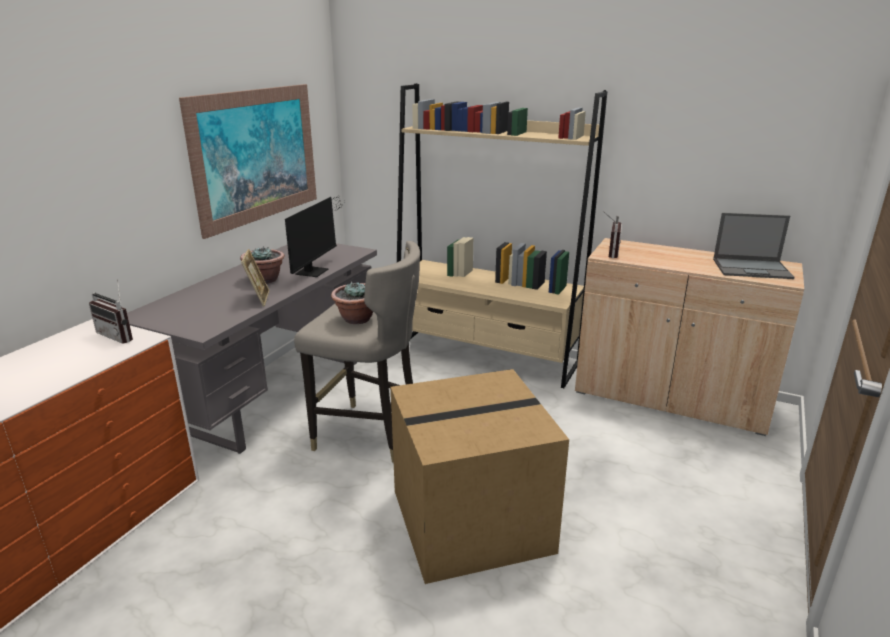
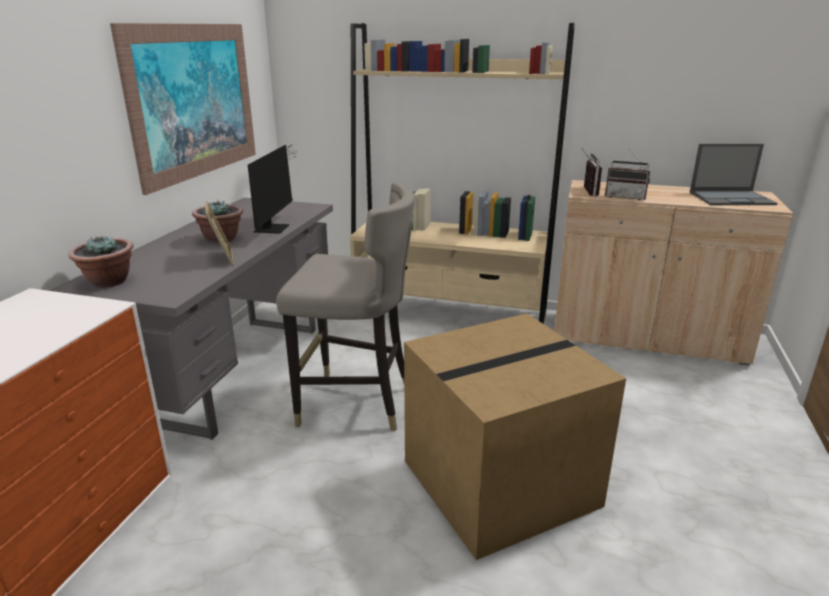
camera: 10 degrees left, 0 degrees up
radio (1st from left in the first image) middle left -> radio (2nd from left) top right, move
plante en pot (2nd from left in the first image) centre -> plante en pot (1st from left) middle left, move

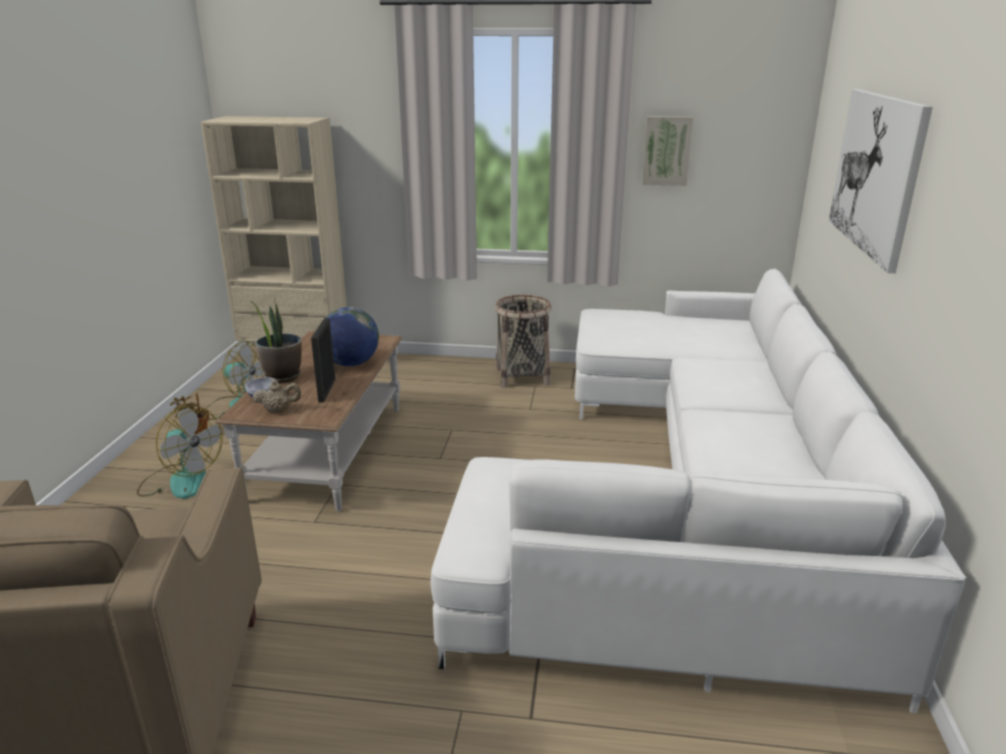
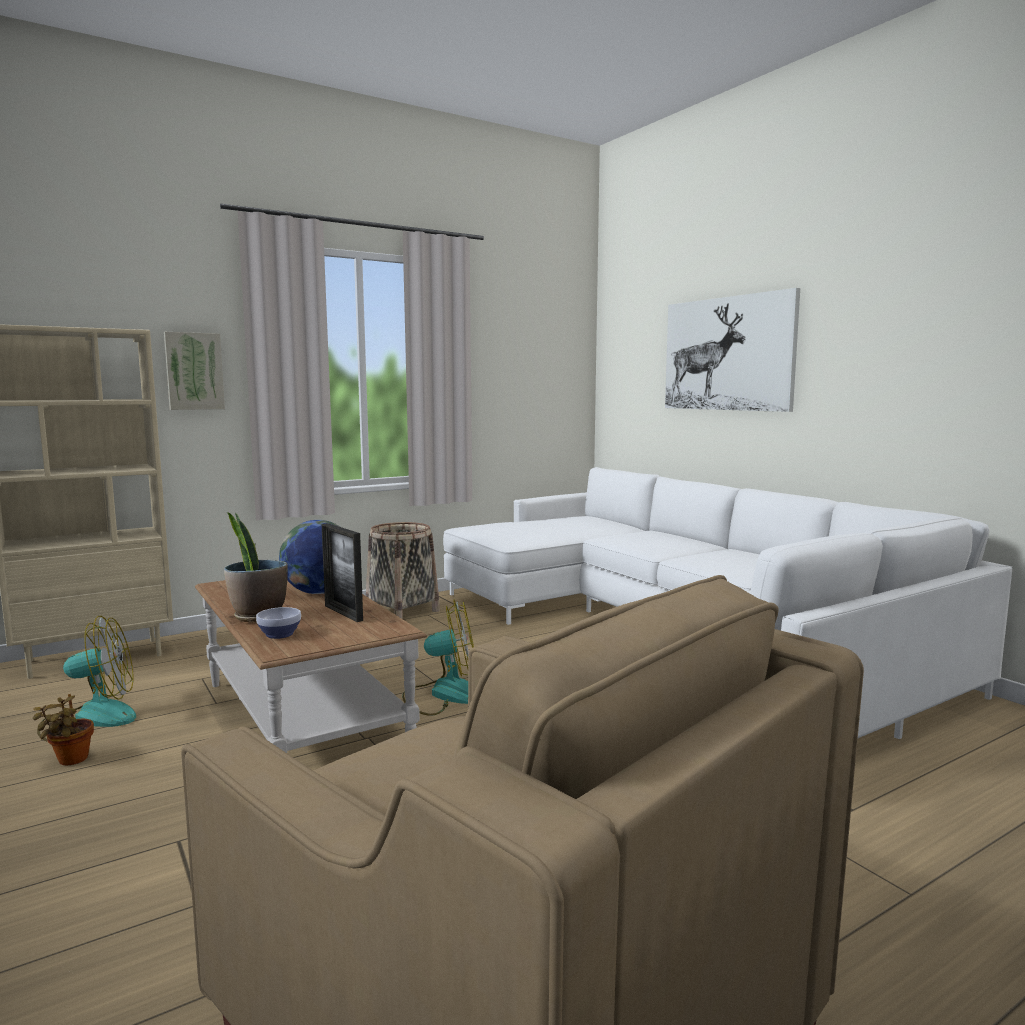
camera: 40 degrees left, 15 degrees down
ventilateur (1st from left in the first image) middle left -> ventilateur (2nd from left) centre, move
théière [beige] middle left -> none
tableau (1st from left) top centre -> tableau (1st from left) middle left, move

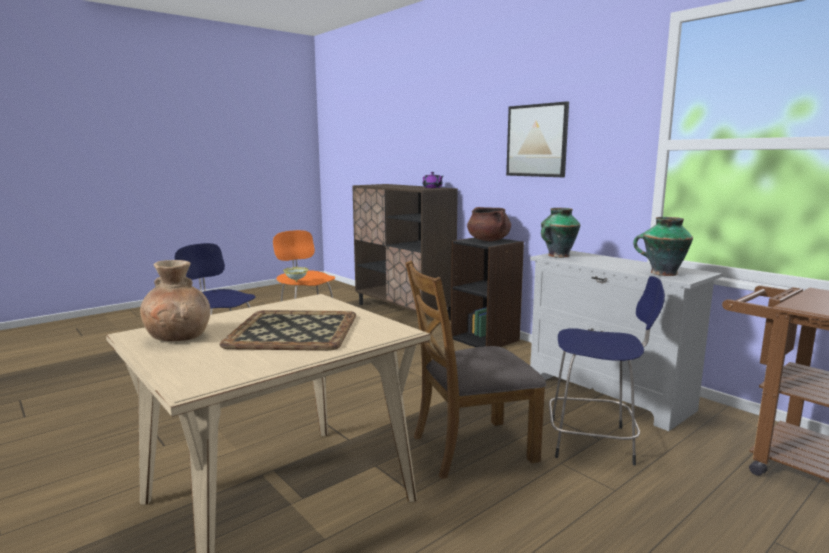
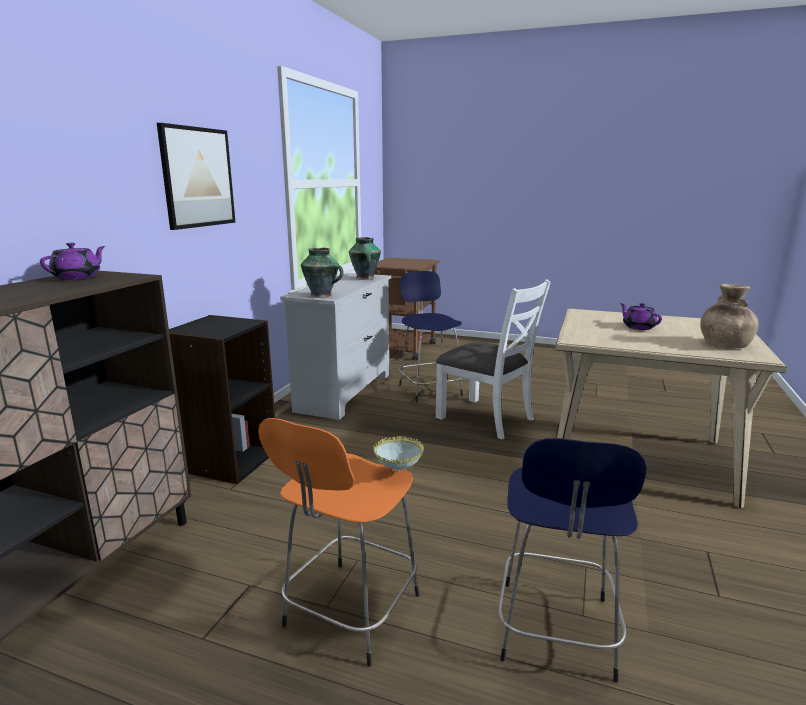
camera: 120 degrees left, 5 degrees up
plateau centre -> théière [violet] (2nd from left) middle right
chaise [marron] bottom centre -> chaise [blanc] centre
marmite [marron] centre -> none

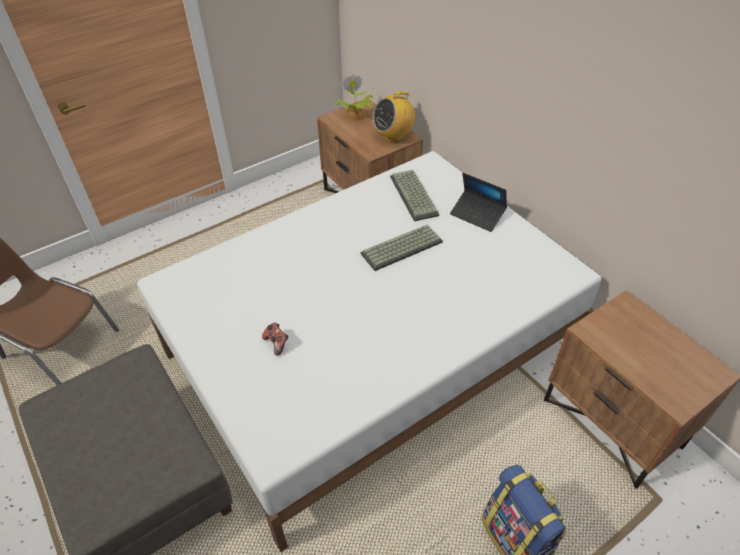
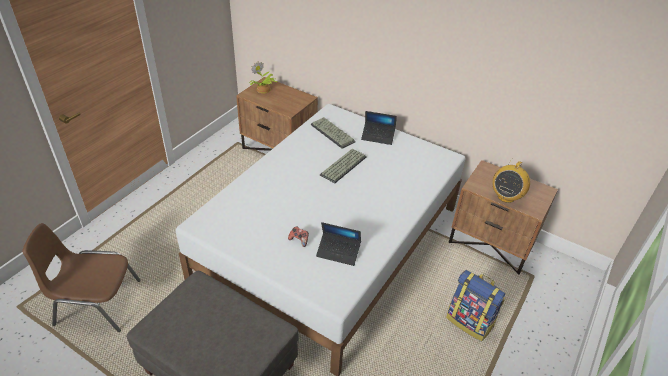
camera: 25 degrees left, 5 degrees down
radio top centre -> radio middle right, move
none -> ordinateur portable (1st from left) centre

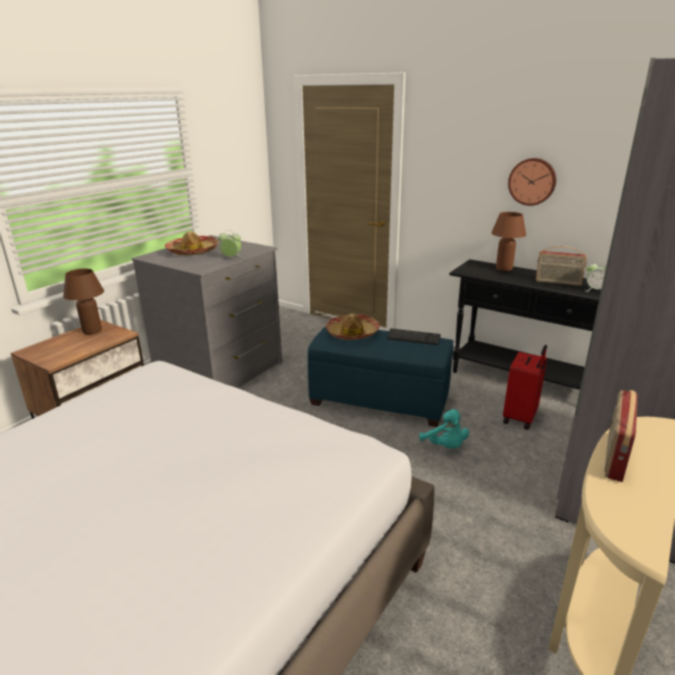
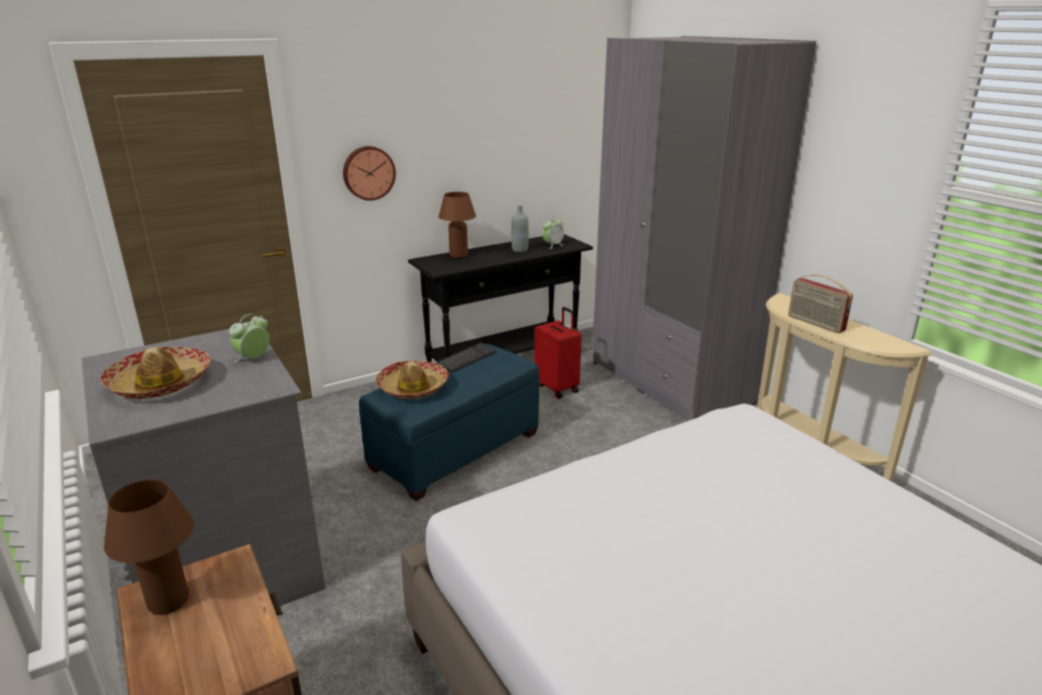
camera: 65 degrees left, 0 degrees up
peluche [turquoise] centre -> none
horloge murale top right -> horloge murale top centre, move
radio (1st from left) middle right -> bouteille [gris] top centre

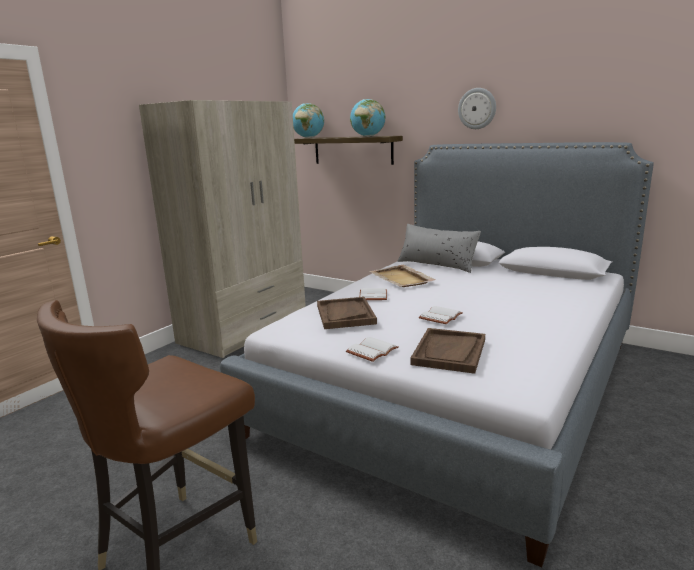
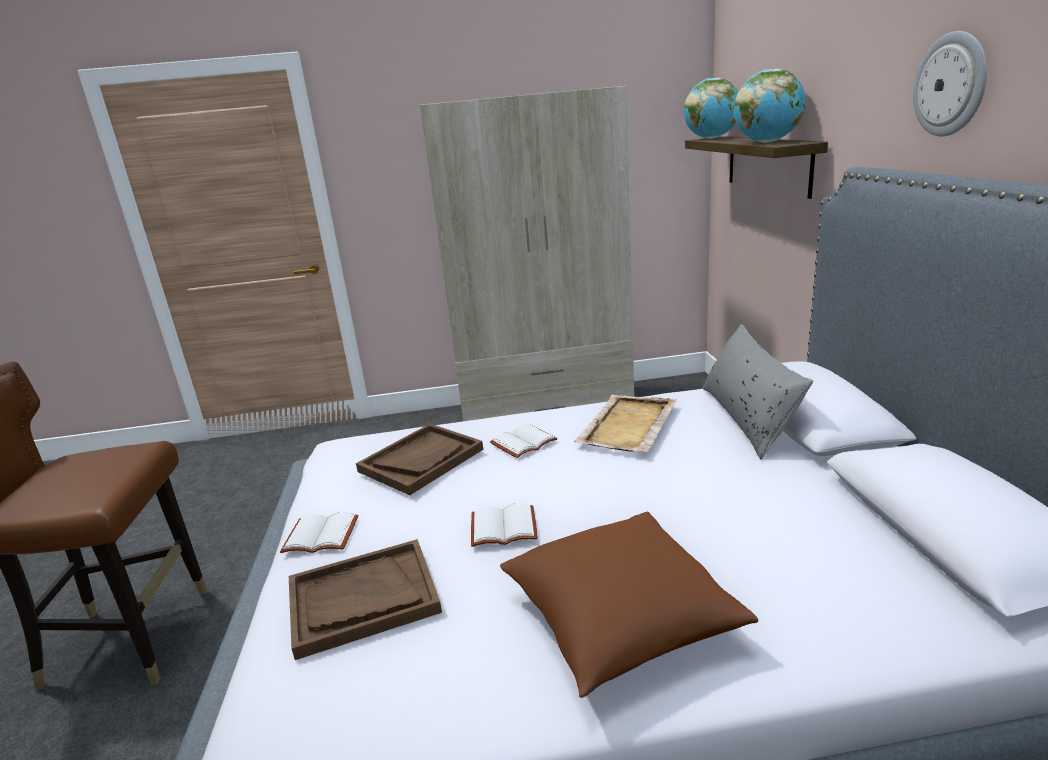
camera: 50 degrees right, 5 degrees up
none -> coussin [marron] bottom centre

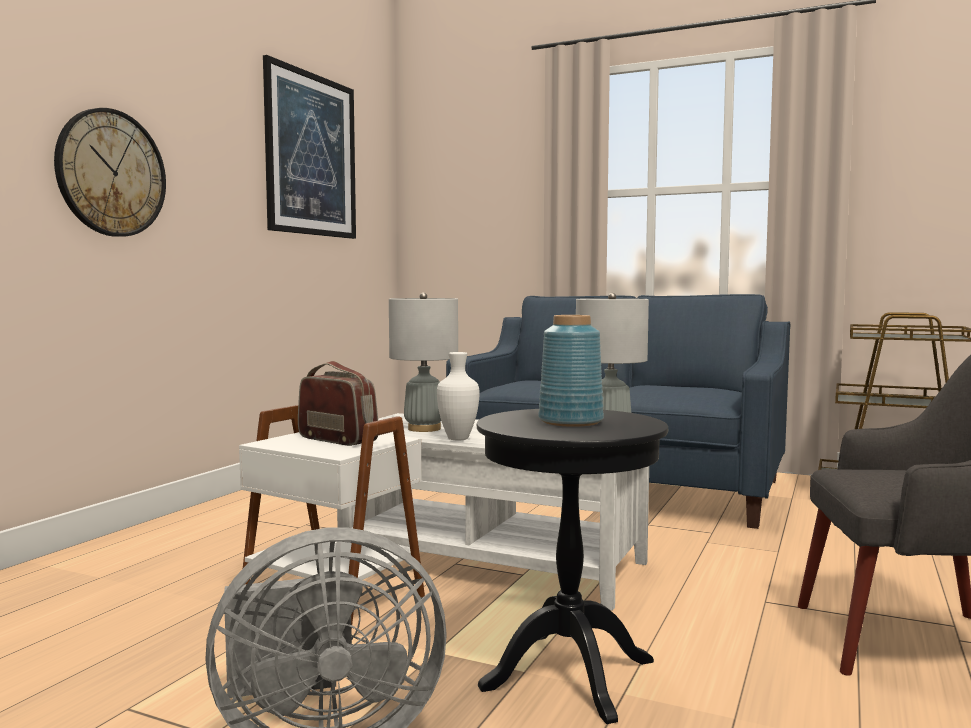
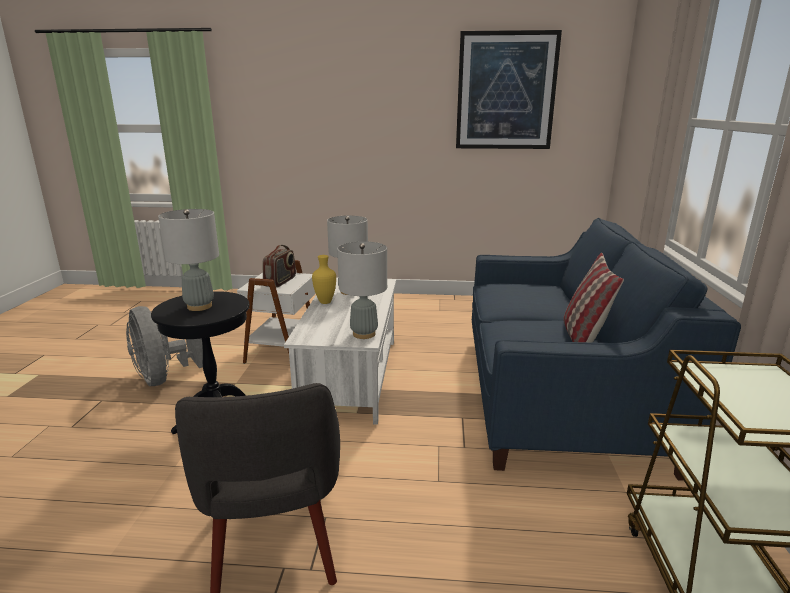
camera: 70 degrees right, 15 degrees up
horloge murale top left -> none
vase [blanc] centre -> vase [jaune] centre
vase [bleu] centre -> lampe de table [gris] (1st from left) middle left
none -> coussin middle right

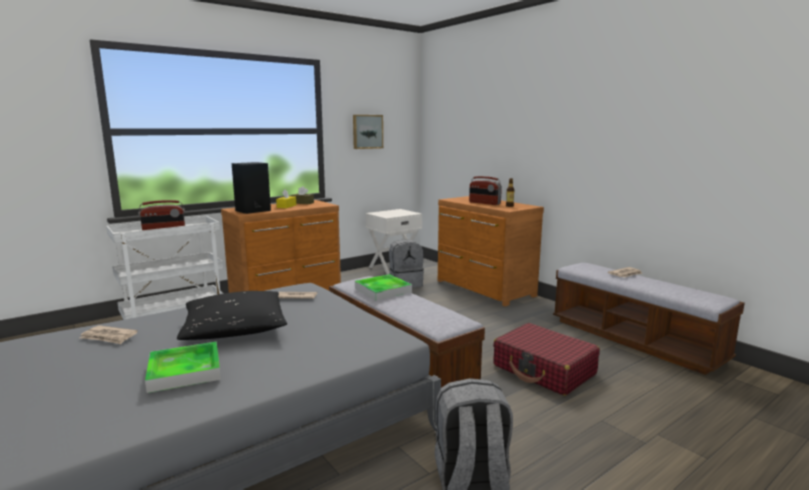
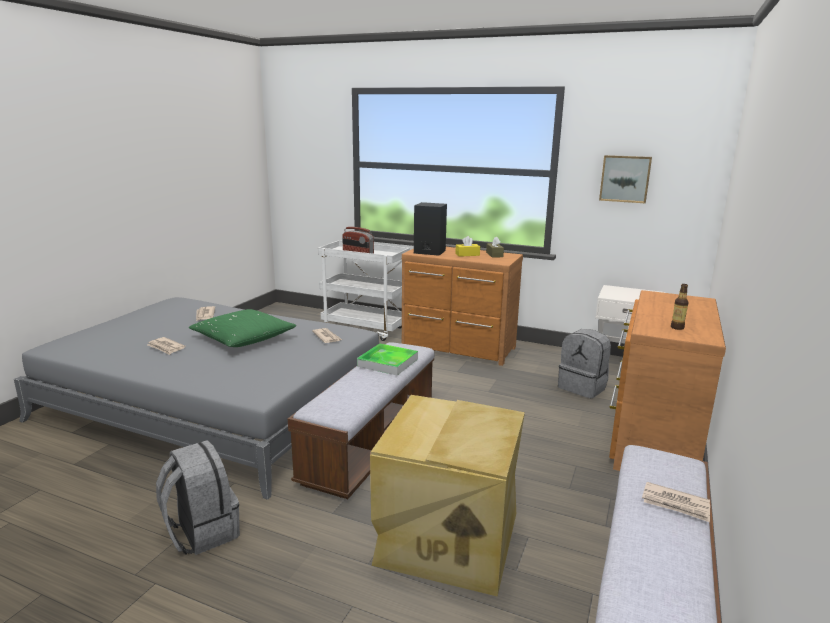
camera: 60 degrees right, 5 degrees up
plateau (1st from left) bottom left -> journal (1st from left) middle left
coussin [noir] middle left -> coussin [vert] middle left
radio (2nd from left) centre -> none
valise [rouge] bottom right -> boîte de rangement [beige] bottom centre

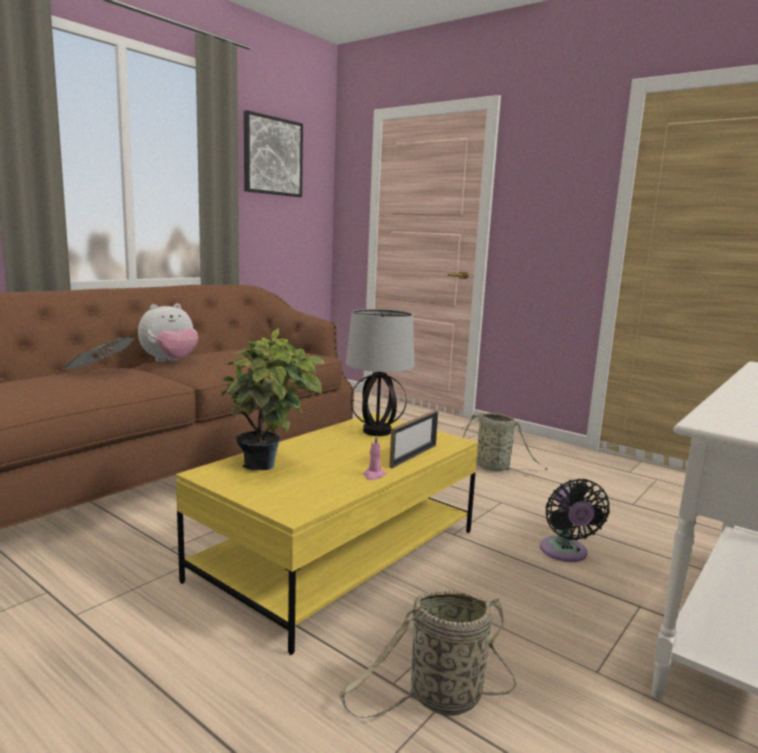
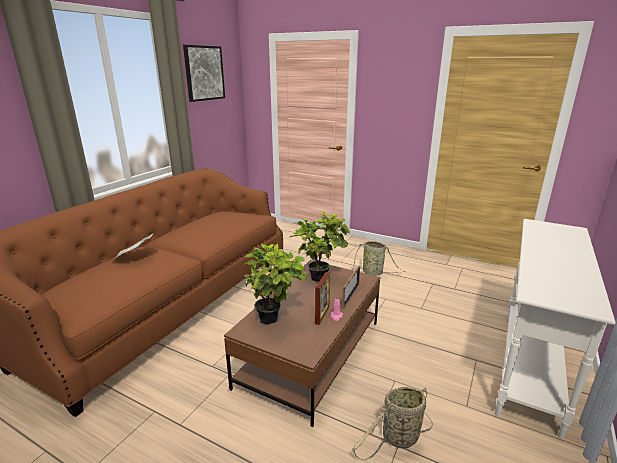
camera: 10 degrees left, 10 degrees up
peluche middle left -> none
table basse [jaune] bottom centre -> table basse [marron] bottom centre
lampe de table centre -> plante en pot (2nd from left) centre
ventilateur [noir] bottom right -> none
none -> cadre photo (1st from left) centre

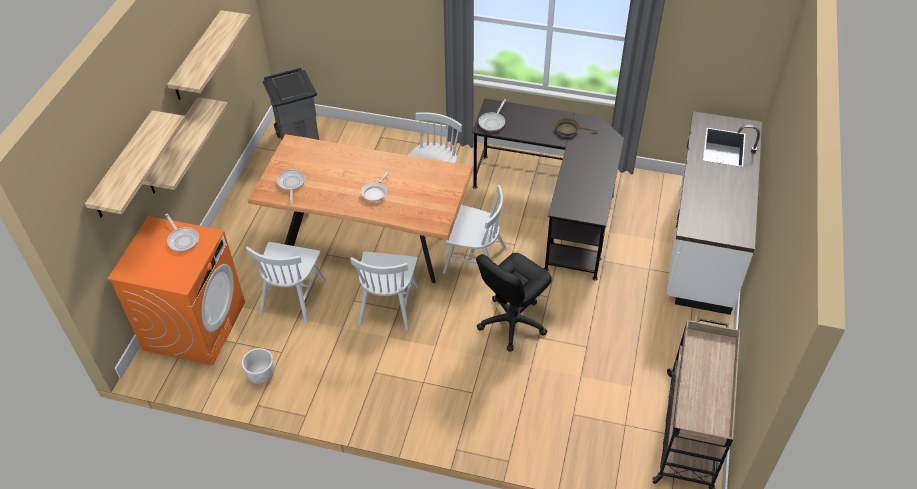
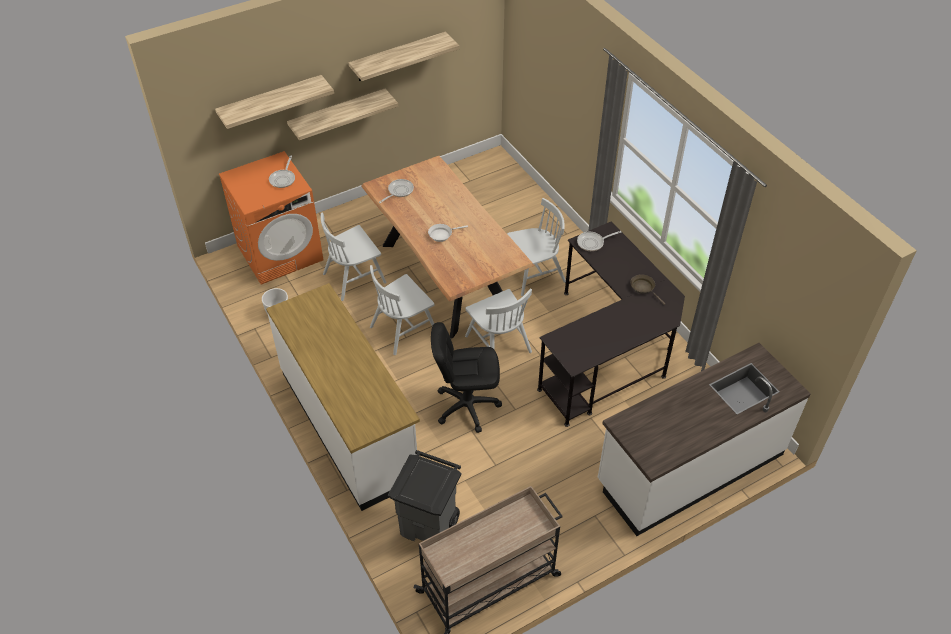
camera: 45 degrees right, 0 degrees up
poubelle [gris] top left -> poubelle [gris] bottom centre, move
none -> comptoir de cuisine [blanc] (1st from left) centre

